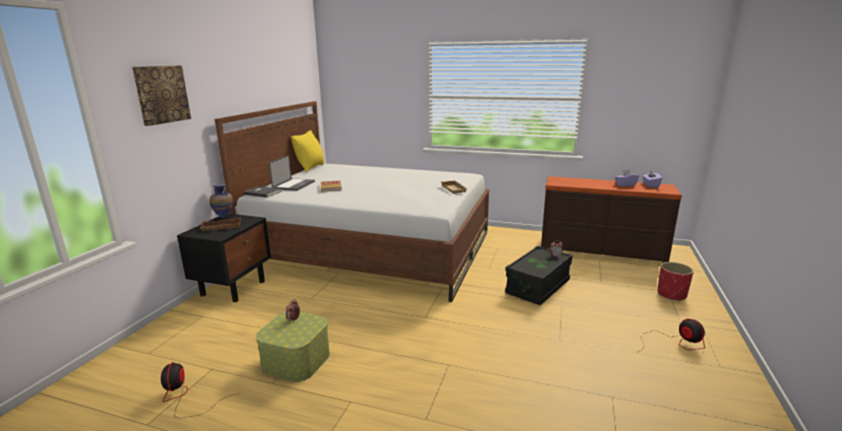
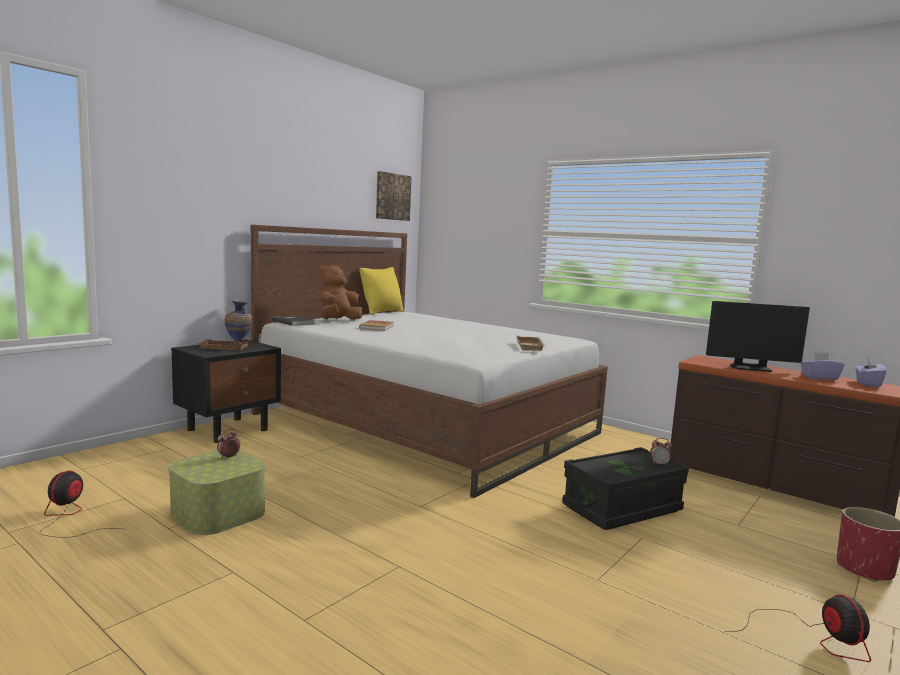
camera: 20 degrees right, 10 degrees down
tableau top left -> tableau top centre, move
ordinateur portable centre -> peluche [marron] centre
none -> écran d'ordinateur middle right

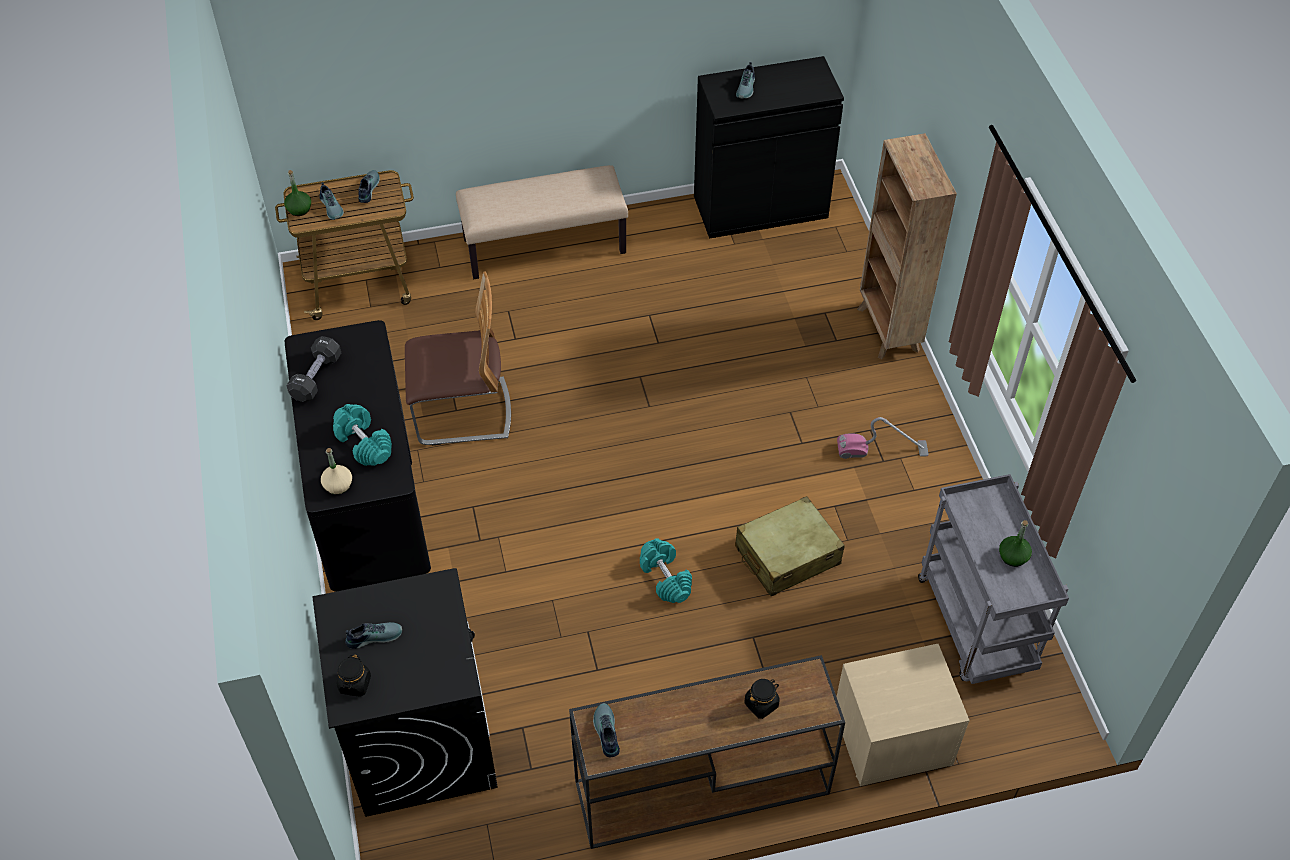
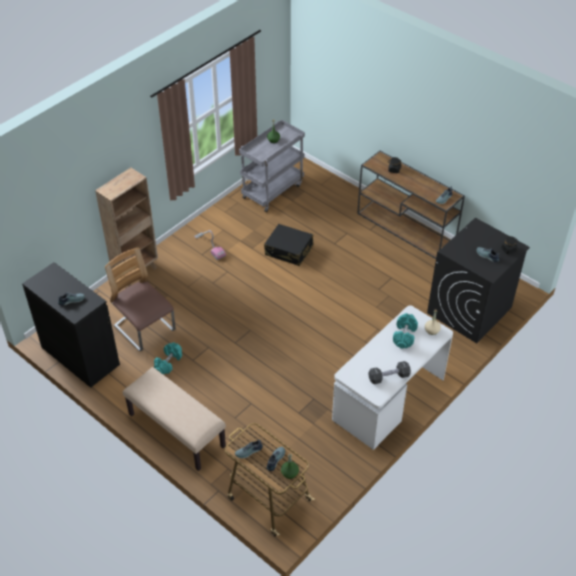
camera: 125 degrees left, 5 degrees down
bureau [noir] middle left -> bureau [blanc] middle right
chaise centre -> chaise middle left, move
haltère [turquoise] (2nd from left in the first image) centre -> haltère [turquoise] (1st from left) middle left, move
valise [beige] centre -> valise [noir] centre
table de chevet [beige] bottom right -> none

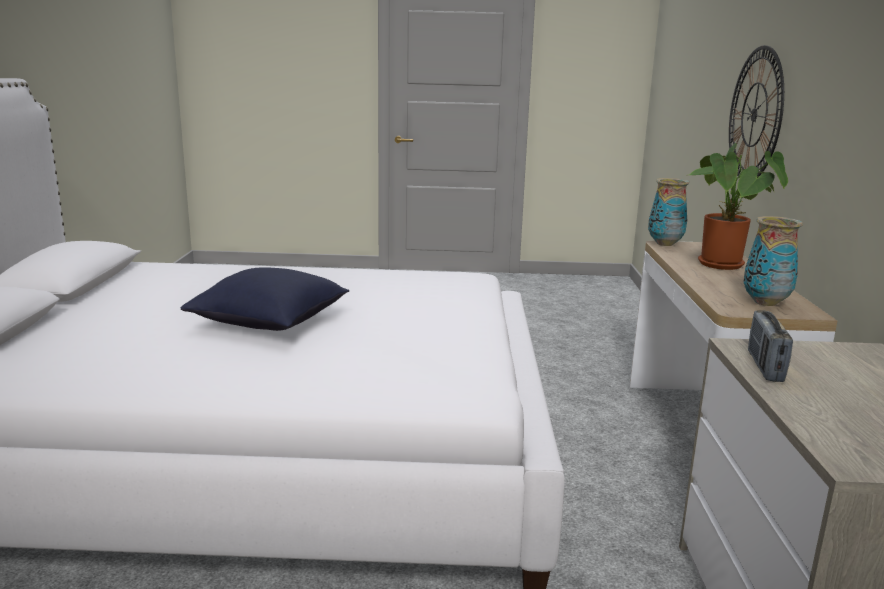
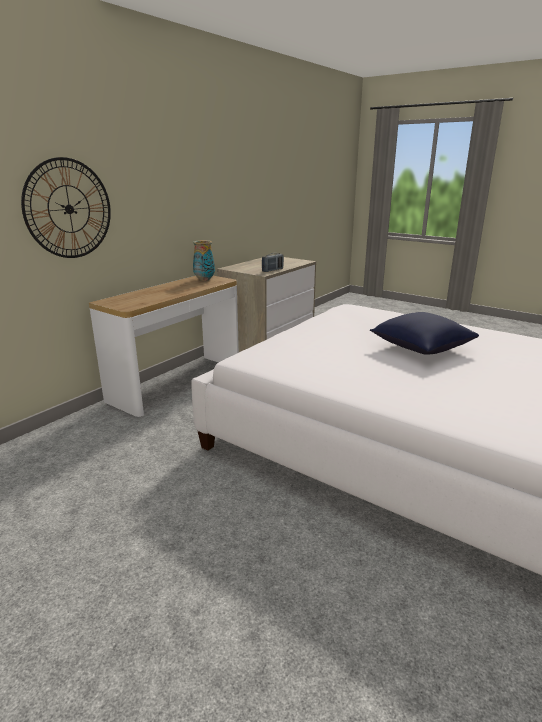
camera: 145 degrees left, 5 degrees up
vase (1st from left) middle right -> none
plante en pot middle right -> none

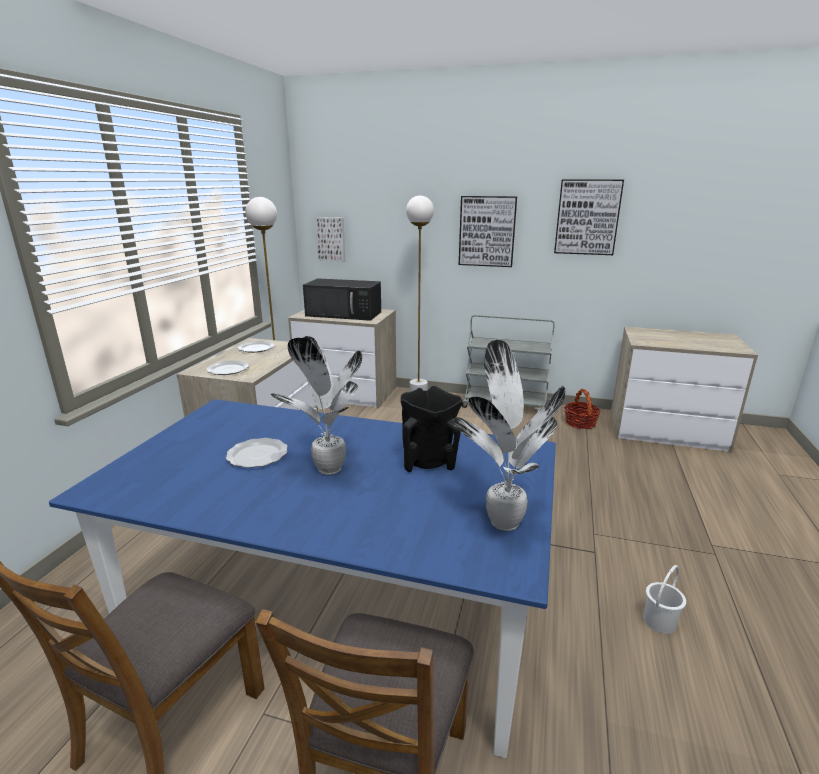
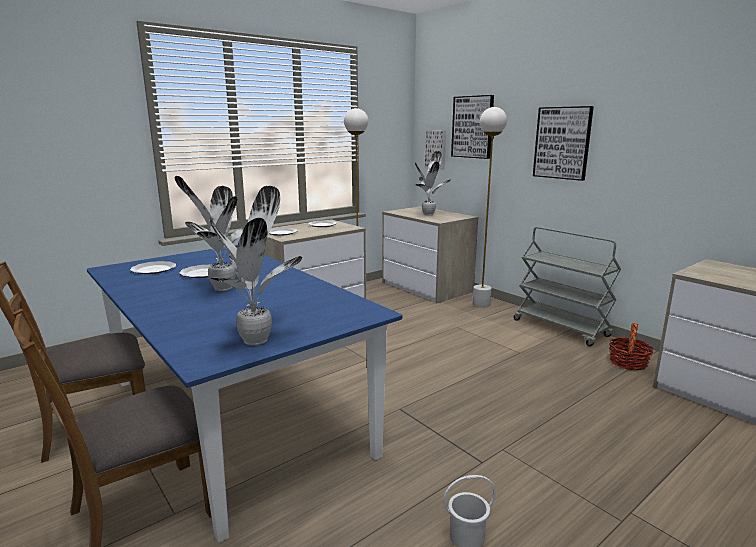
camera: 35 degrees right, 5 degrees down
micro-ondes [noir] centre -> plante en pot (3rd from left) centre
vase [noir] centre -> none
tableau (3rd from left in the first image) top right -> tableau (2nd from left) top centre, move
none -> assiette (1st from left) middle left

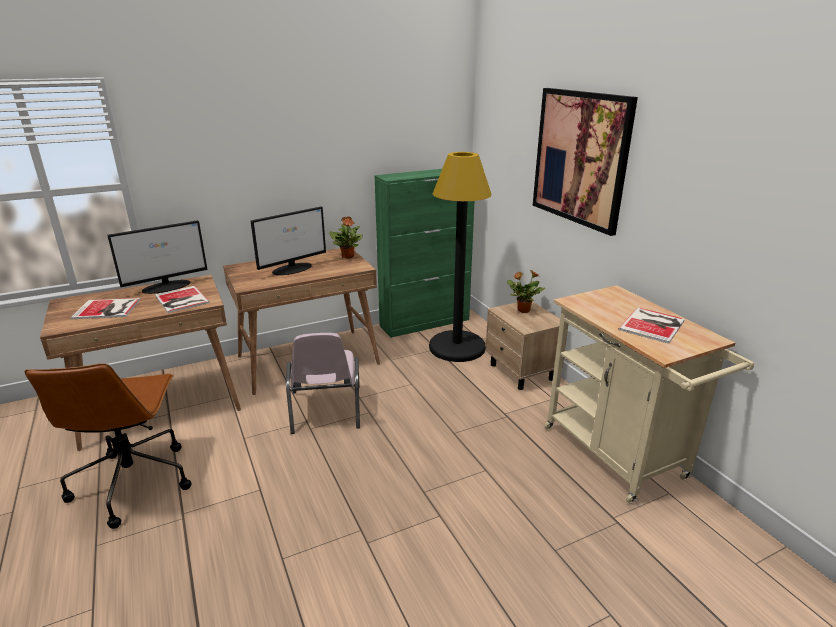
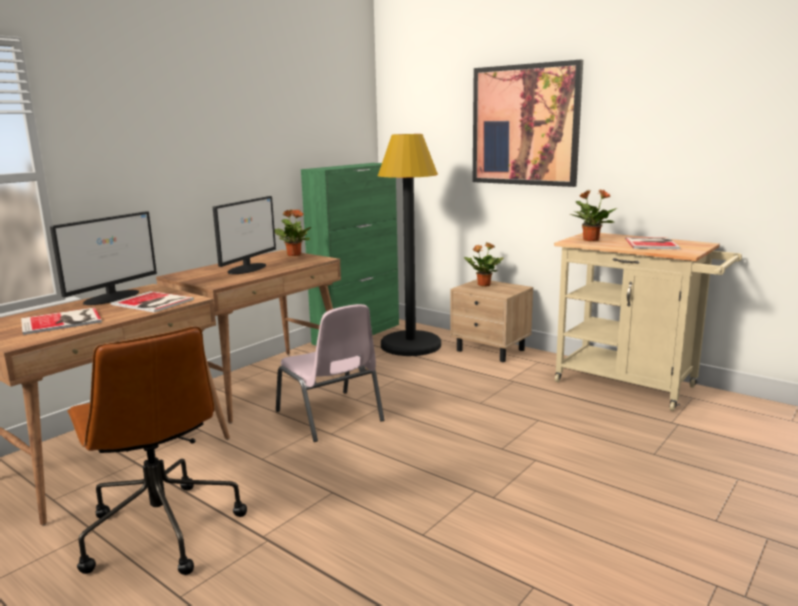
camera: 25 degrees left, 10 degrees down
none -> plante en pot (3rd from left) middle right

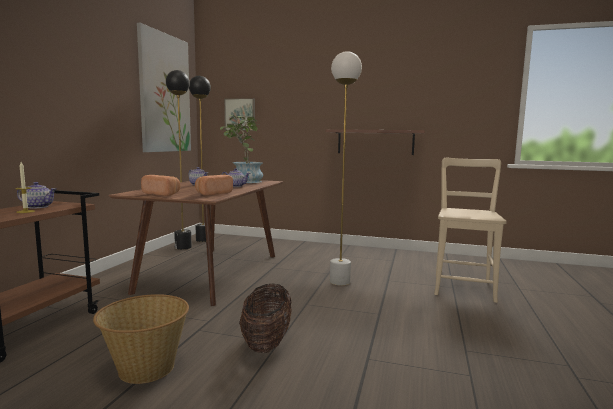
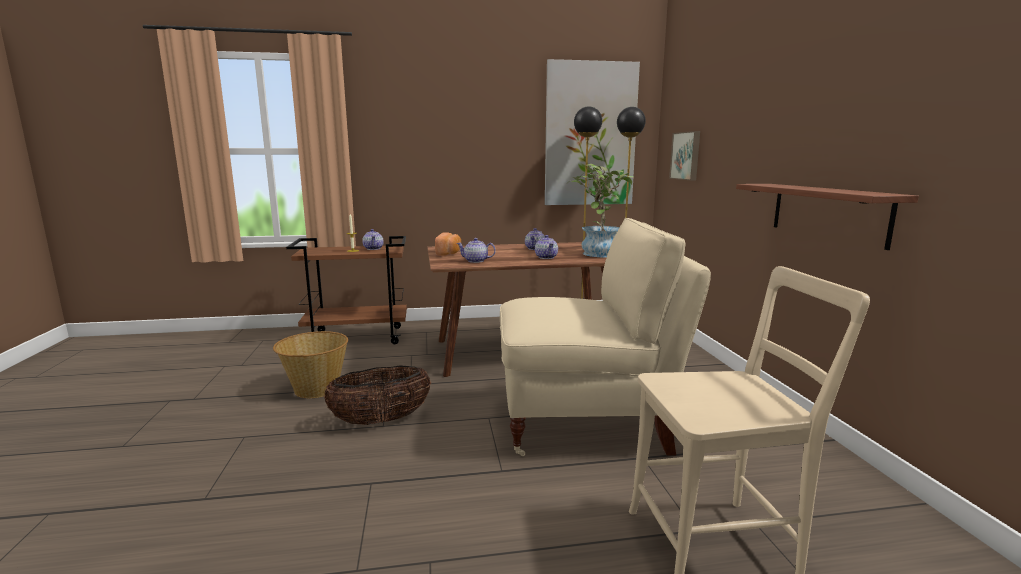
camera: 65 degrees right, 5 degrees up
pain (2nd from left) centre -> théière (2nd from left) centre
lampadaire [blanc] centre -> chaise [beige] (1st from left) centre

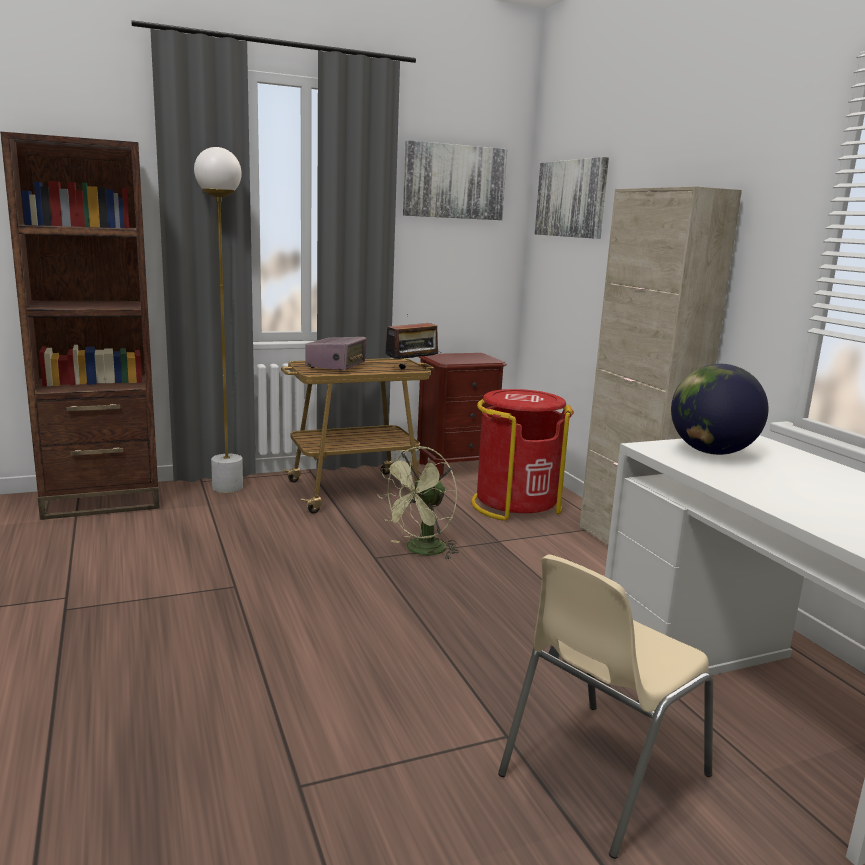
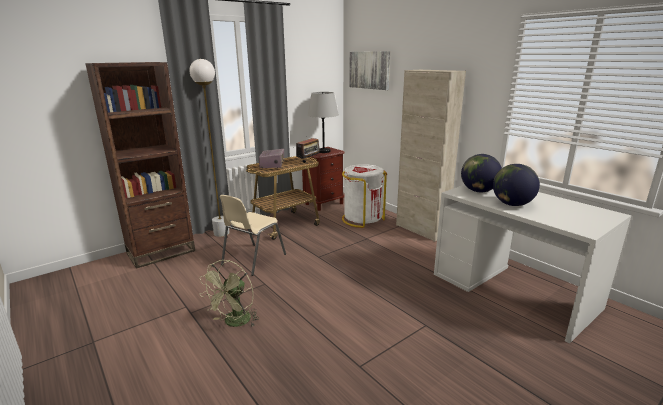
camera: 15 degrees left, 5 degrees up
ventilateur [vert] centre -> ventilateur [vert] bottom centre, move
tableau (1st from left) top centre -> none
poubelle [rouge] centre -> poubelle [blanc] centre
chaise [beige] bottom right -> chaise [beige] centre, move
none -> lampe de table [gris] top centre
none -> globe (2nd from left) middle right

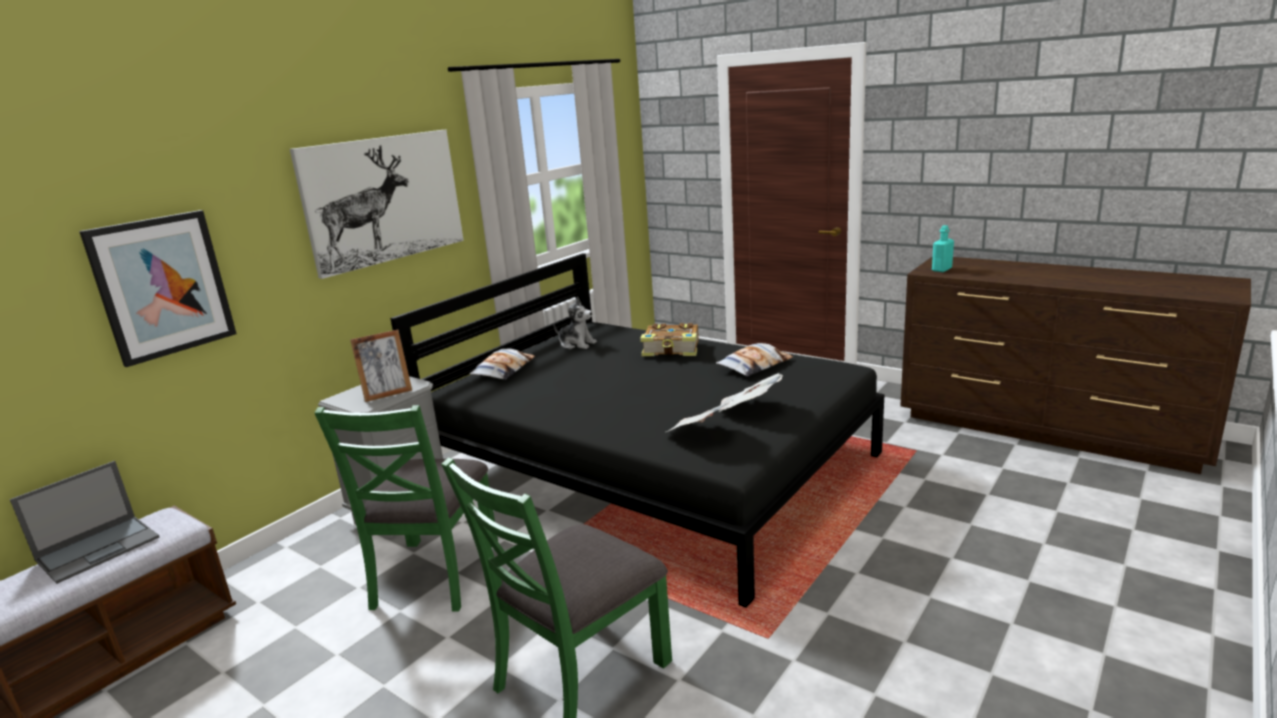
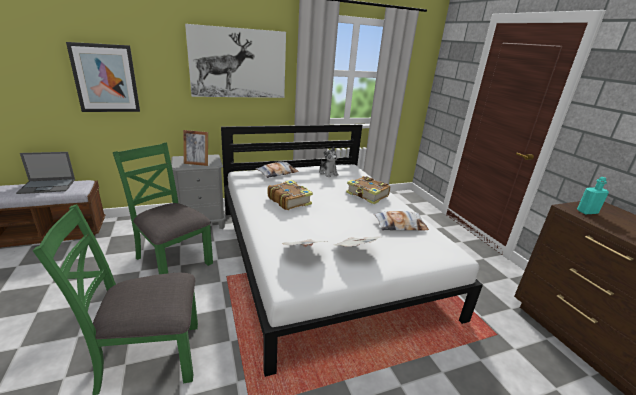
camera: 30 degrees right, 5 degrees up
chaise [vert] (1st from left in the first image) bottom left -> chaise [vert] (2nd from left) middle left, 90 degrees clockwise
lit [noir] centre -> lit [blanc] centre
none -> livre (1st from left) centre

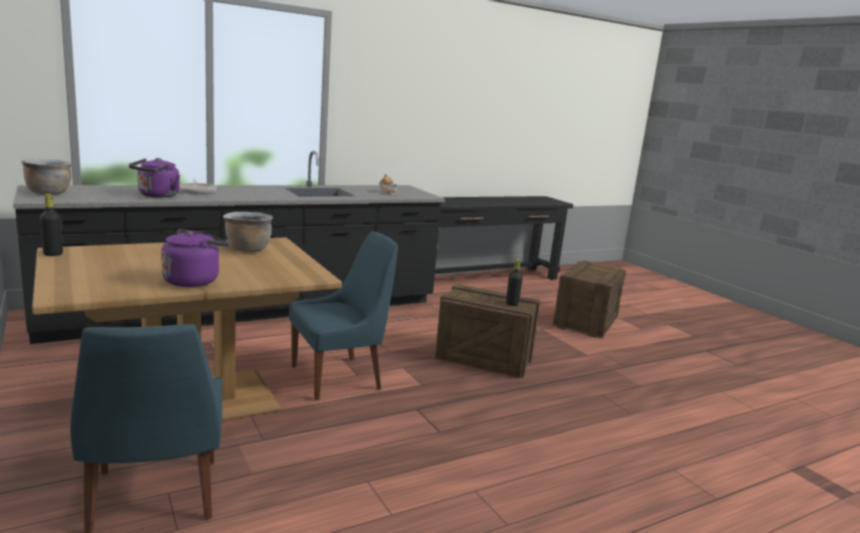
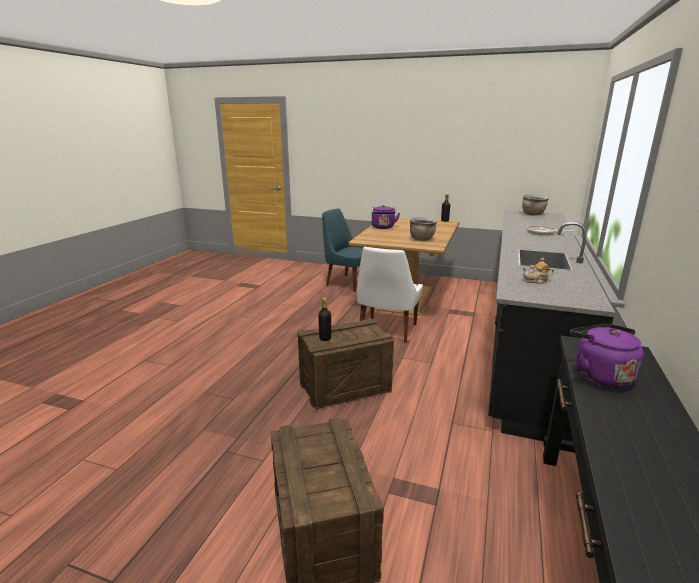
camera: 140 degrees right, 5 degrees up
bouilloire [violet] (1st from left in the first image) middle left -> bouilloire [violet] (2nd from left) middle right, move
chaise [bleu] (2nd from left) centre -> chaise [blanc] centre

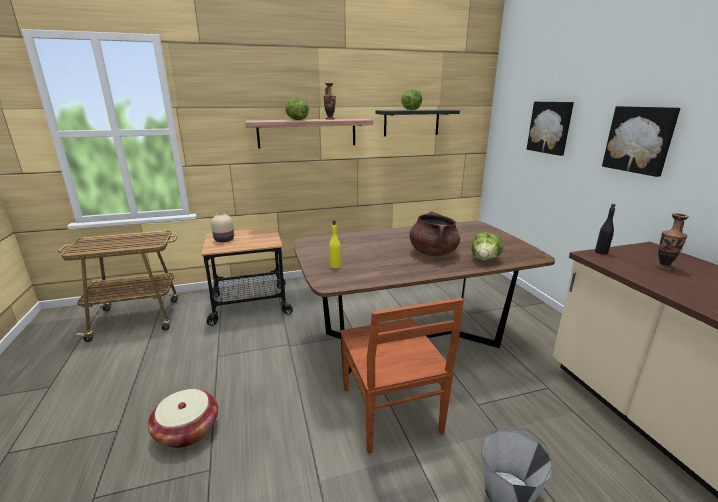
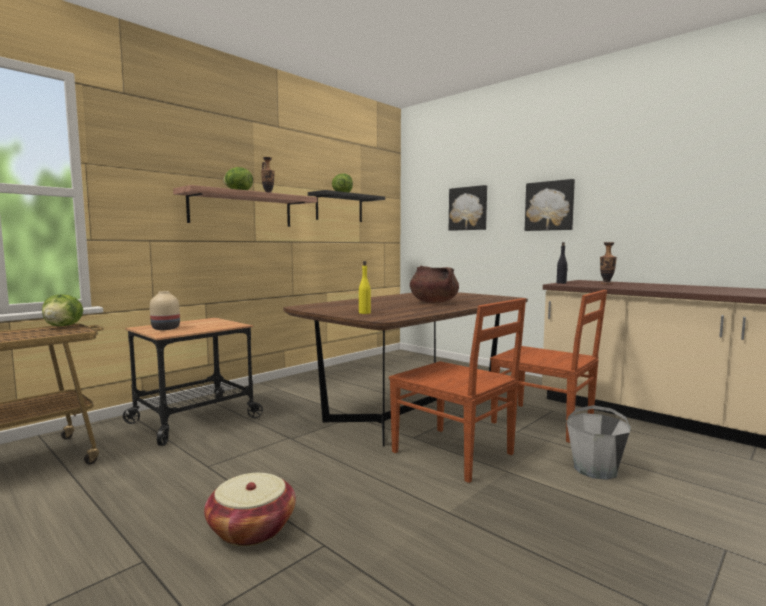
camera: 30 degrees left, 15 degrees down
laitue (3rd from left in the first image) middle right -> laitue (1st from left) middle left, move
none -> chaise [marron] (2nd from left) middle right

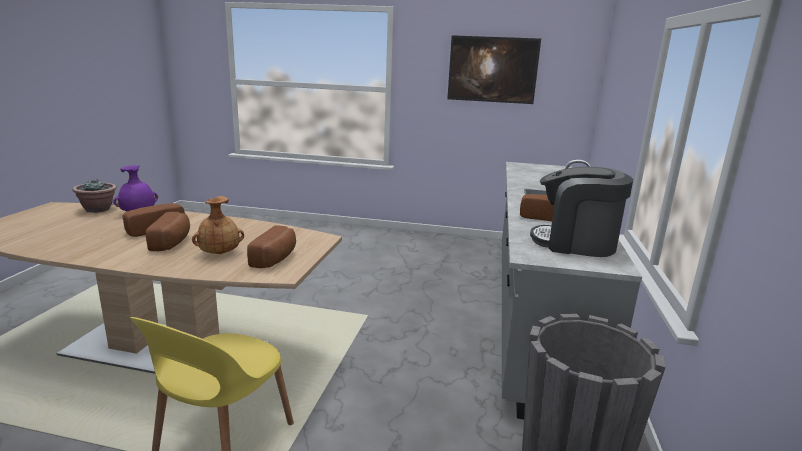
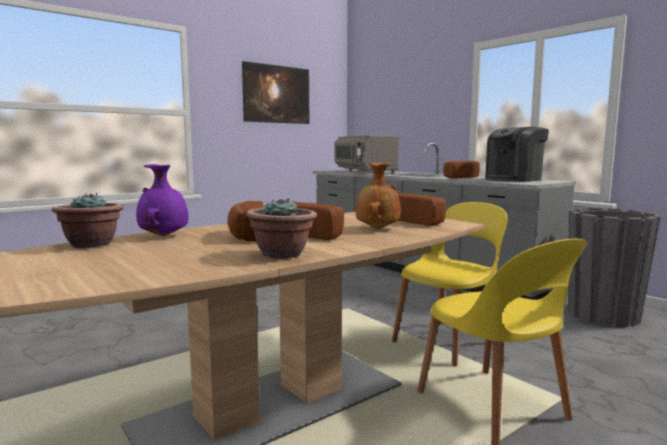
camera: 50 degrees left, 10 degrees down
none -> plante en pot (2nd from left) centre
none -> micro-ondes [gris] centre
none -> chaise [jaune] (1st from left) middle right

